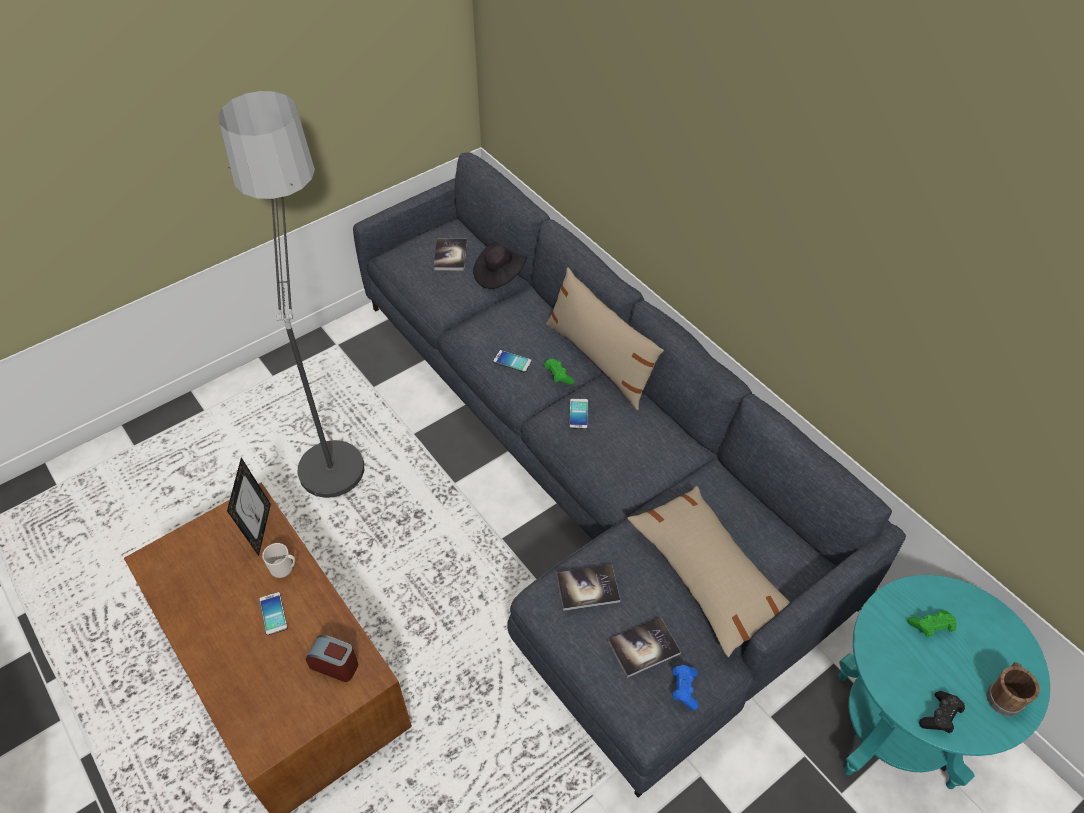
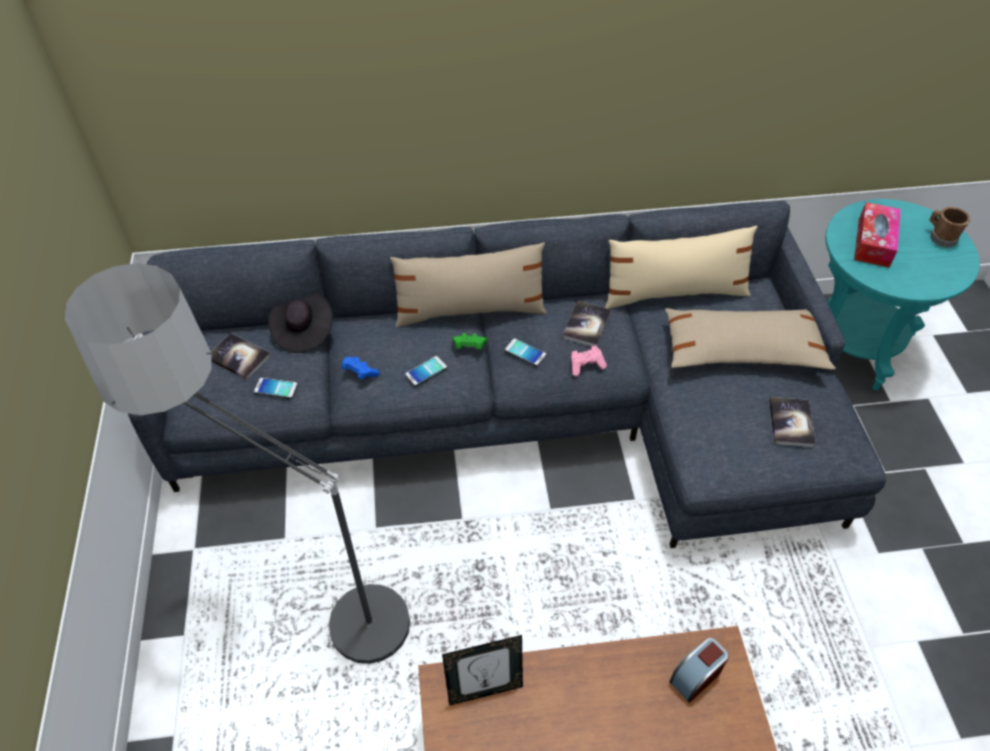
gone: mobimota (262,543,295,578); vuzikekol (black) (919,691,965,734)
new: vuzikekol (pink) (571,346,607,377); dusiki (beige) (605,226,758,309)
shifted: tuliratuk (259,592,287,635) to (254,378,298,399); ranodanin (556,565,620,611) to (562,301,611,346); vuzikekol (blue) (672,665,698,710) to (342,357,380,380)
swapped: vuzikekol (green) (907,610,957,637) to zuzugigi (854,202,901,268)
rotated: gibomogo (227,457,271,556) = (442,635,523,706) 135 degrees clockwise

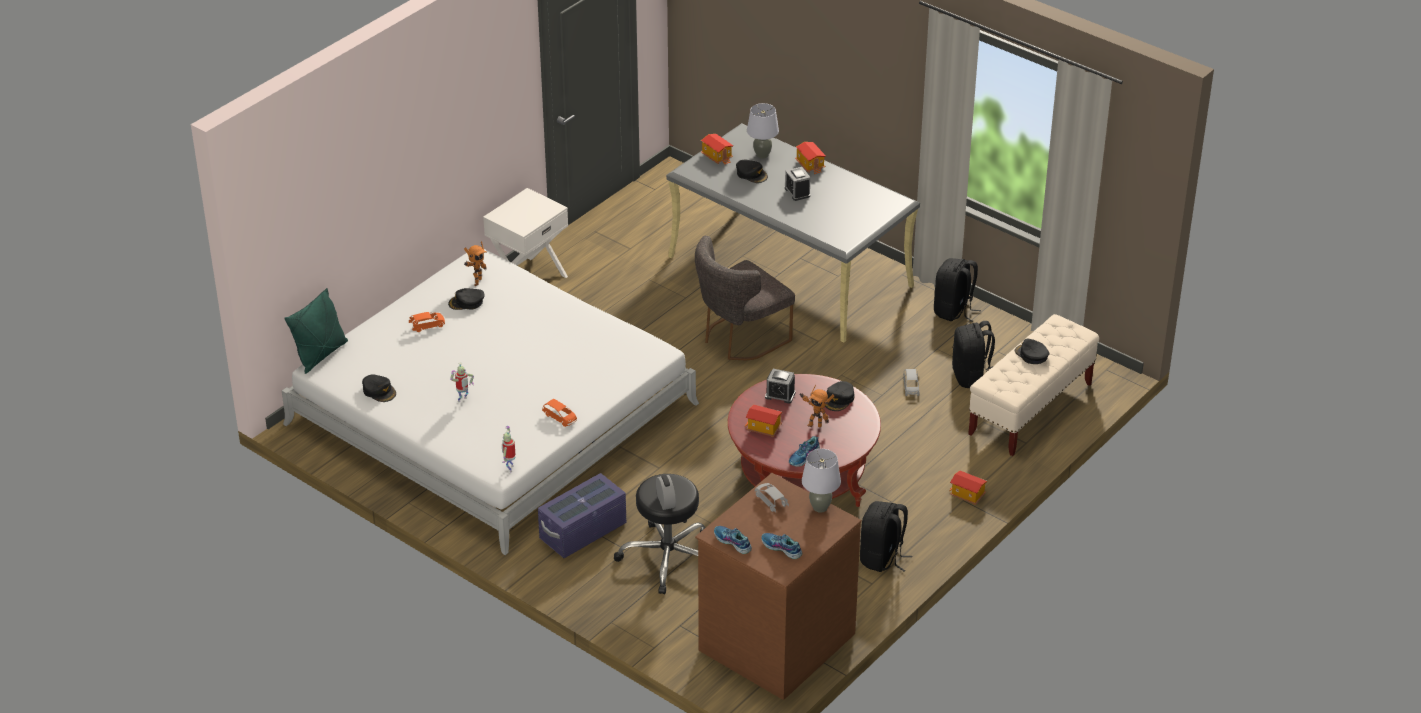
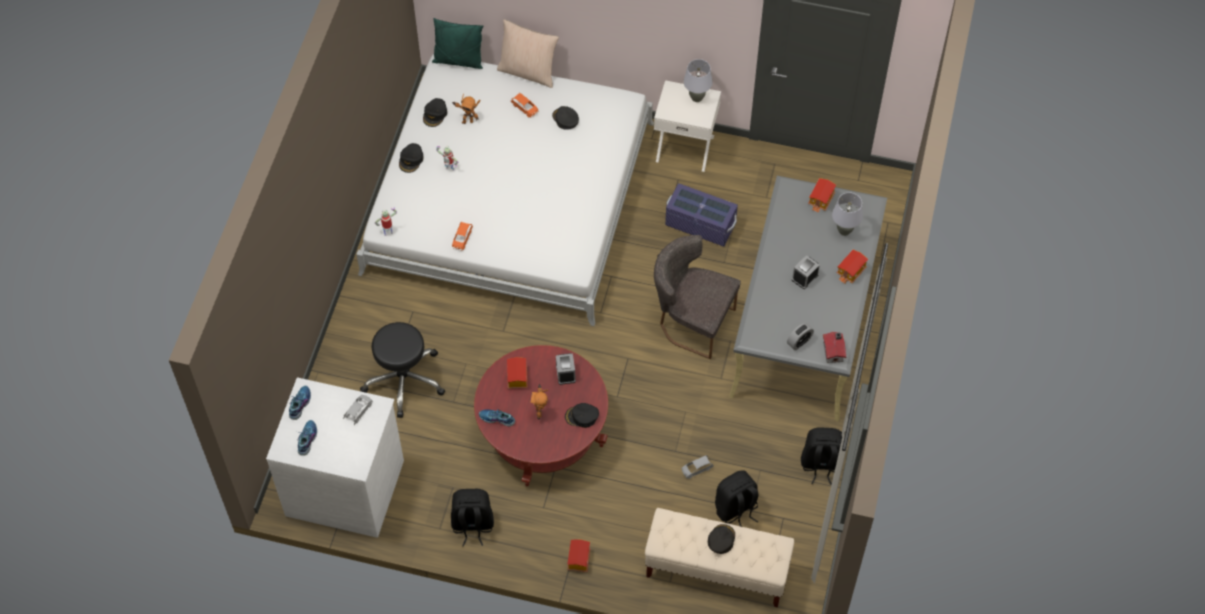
new: dusiki (beige) (497,19,559,88); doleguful (823,332,846,363)
shifted: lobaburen (464,241,487,286) to (452,93,481,124); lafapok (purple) (538,473,626,558) to (665,183,738,247); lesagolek (656,475,676,510) to (787,323,814,350); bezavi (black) (736,159,768,183) to (399,143,423,173); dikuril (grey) (802,449,841,513) to (683,59,713,102)
repainted: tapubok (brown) (695,473,862,700) to tapubok (white) (266,377,404,538)

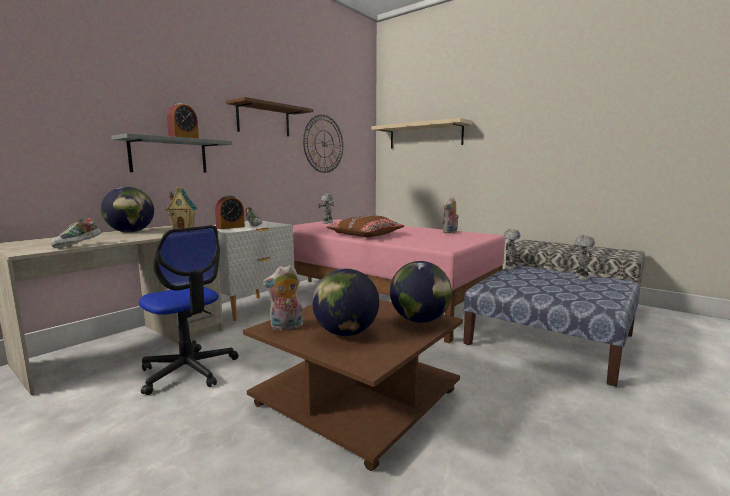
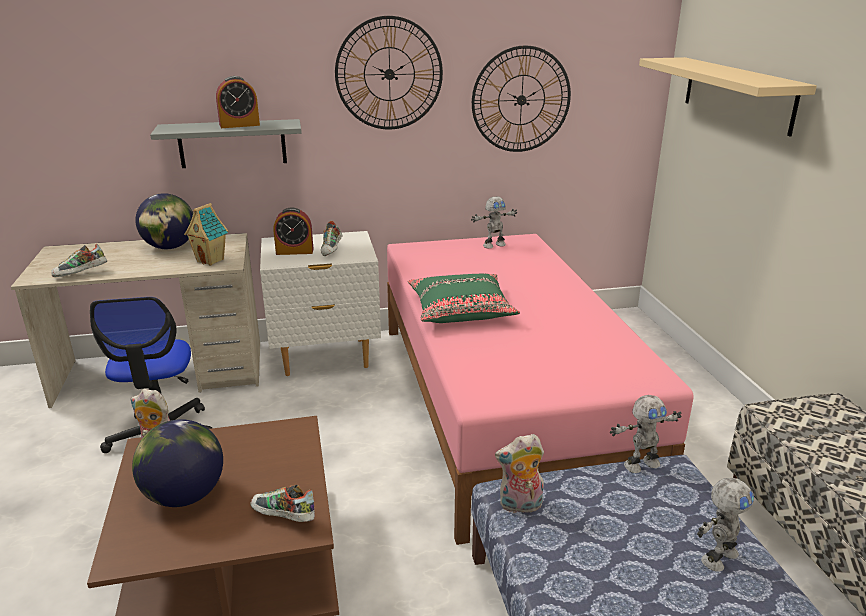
shifted: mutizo (443,197,459,233) to (495,434,544,513)
swapped: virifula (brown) (226,97,313,137) to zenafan (335,16,443,130); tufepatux (390,261,452,323) to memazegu (251,485,315,522)
repainted: dusiki (brown) (327,215,404,237) to dusiki (green) (408,274,520,323)

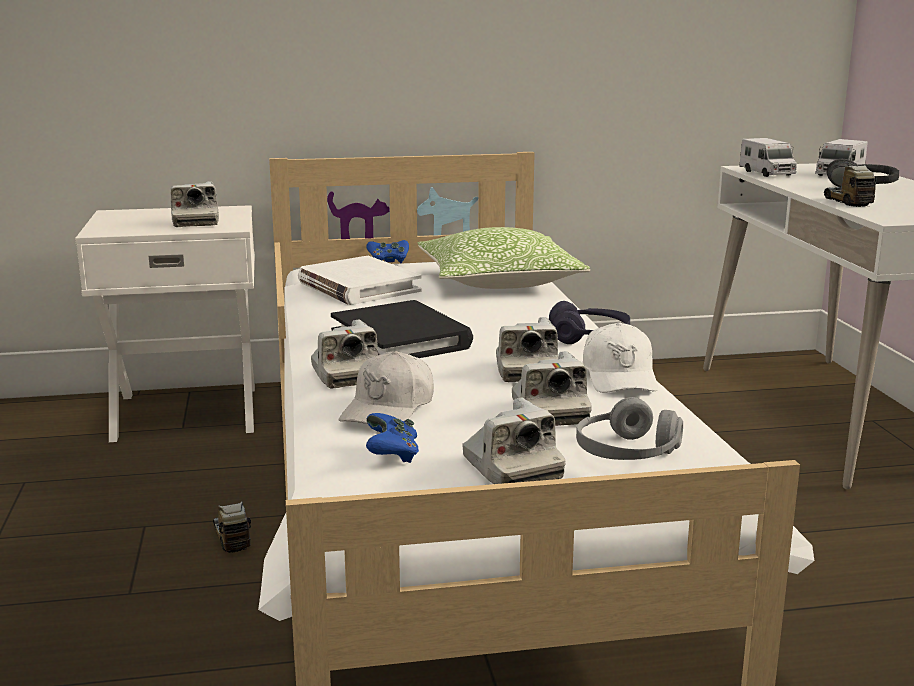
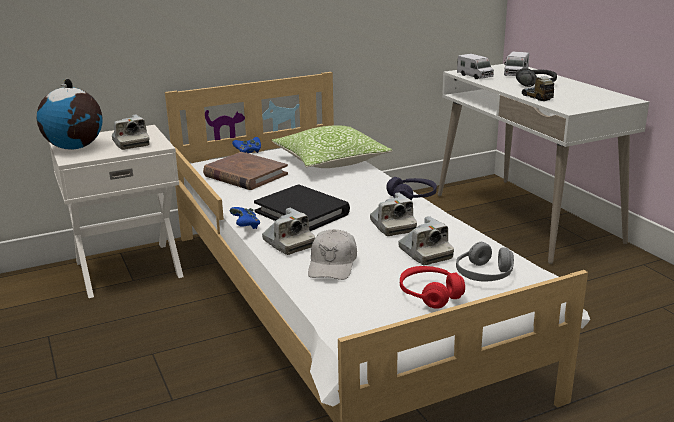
gone: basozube (213,501,251,553); bezavi (white) (583,322,658,393)
new: tufepatux (37,79,103,150)
shifted: vuzikekol (blue) (366,413,419,463) to (230,207,260,229)
swapped: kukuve (462,398,565,484) to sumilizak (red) (400,266,465,309)
repainted: ranodanin (white) (298,256,422,305) to ranodanin (brown) (203,152,288,190)

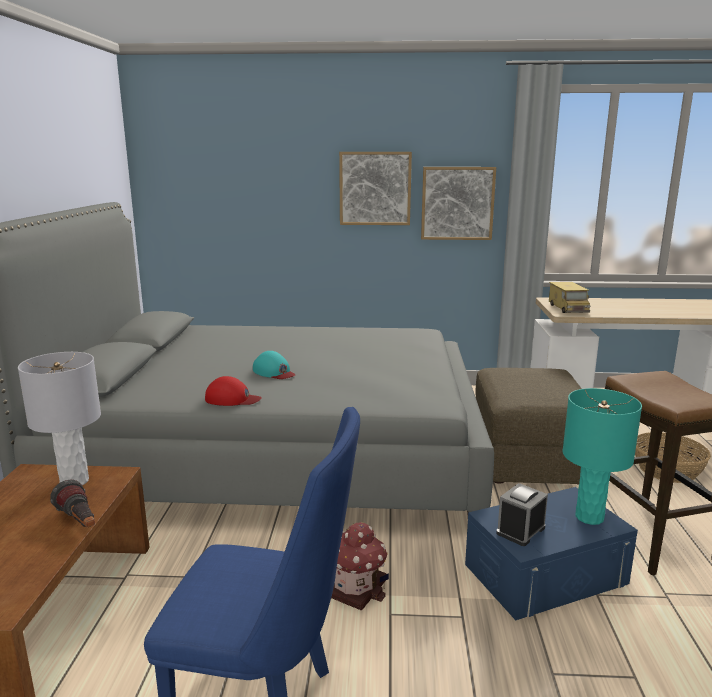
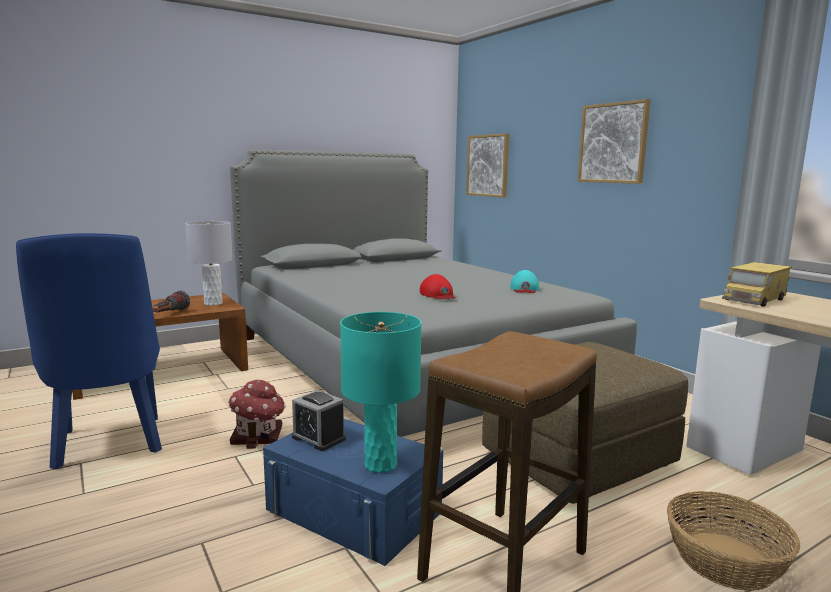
shifted: bezavi (red) (205,376,262,406) to (420,274,456,299); bezavi (turquoise) (253,351,295,379) to (510,270,539,293); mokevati (421,167,496,240) to (466,134,509,198)
rotated: lesagolek (496,483,548,546) = (292,390,346,451) 150 degrees counterclockwise

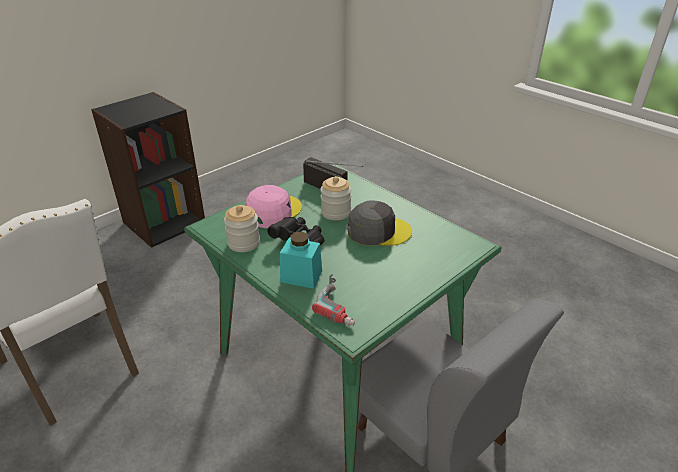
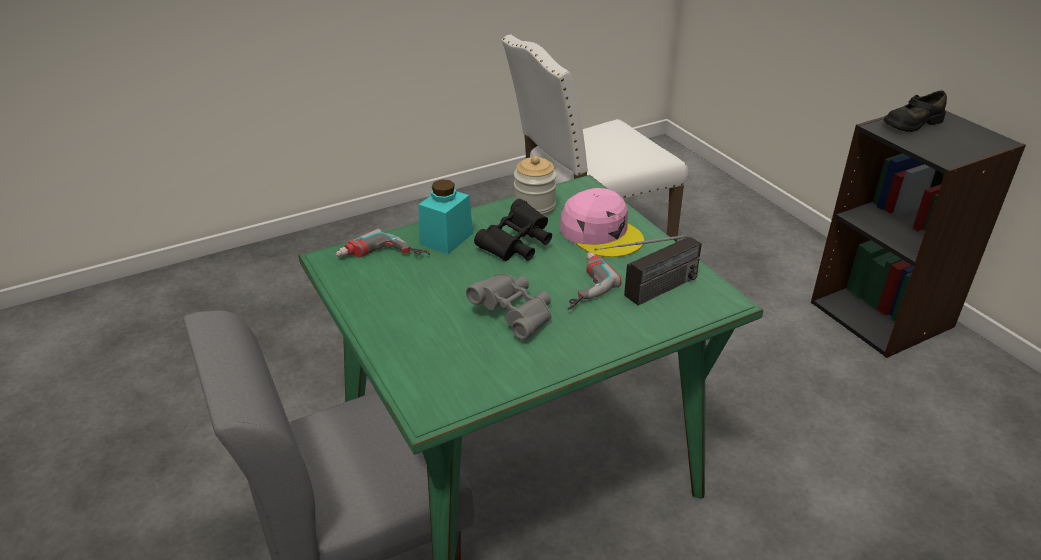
new: memazegu (black) (884,90,947,132)
swapped: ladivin (320,176,351,220) to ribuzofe (567,252,621,310); bezavi (grey) (348,200,412,246) to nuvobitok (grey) (466,274,551,340)

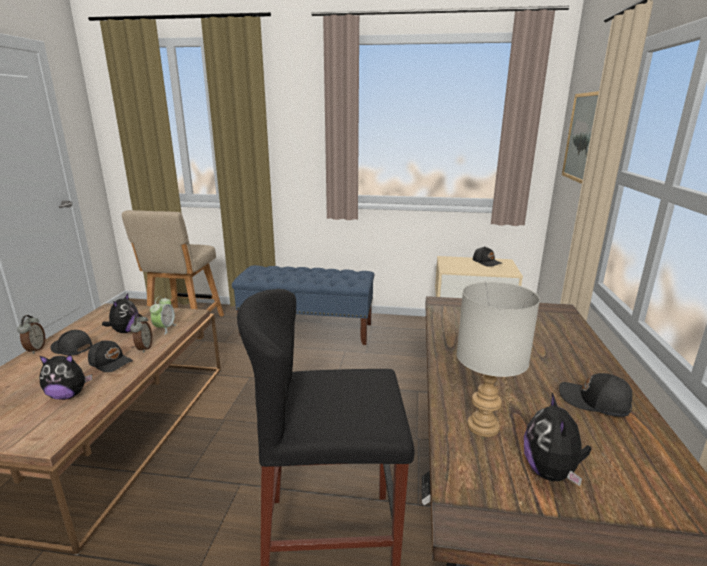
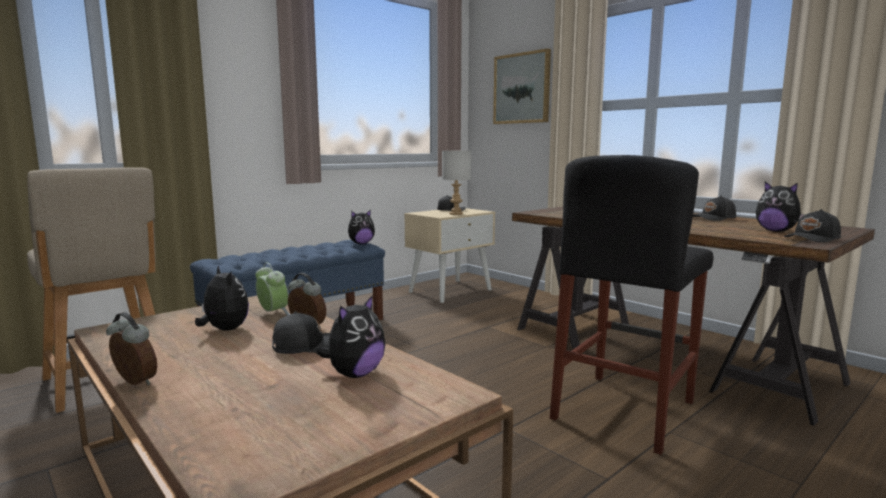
new: mutizo (348,210,375,244)
shifted: bezavi (black) (50,330,92,355) to (784,209,841,243); dikuril (grey) (457,281,540,437) to (442,151,471,215)

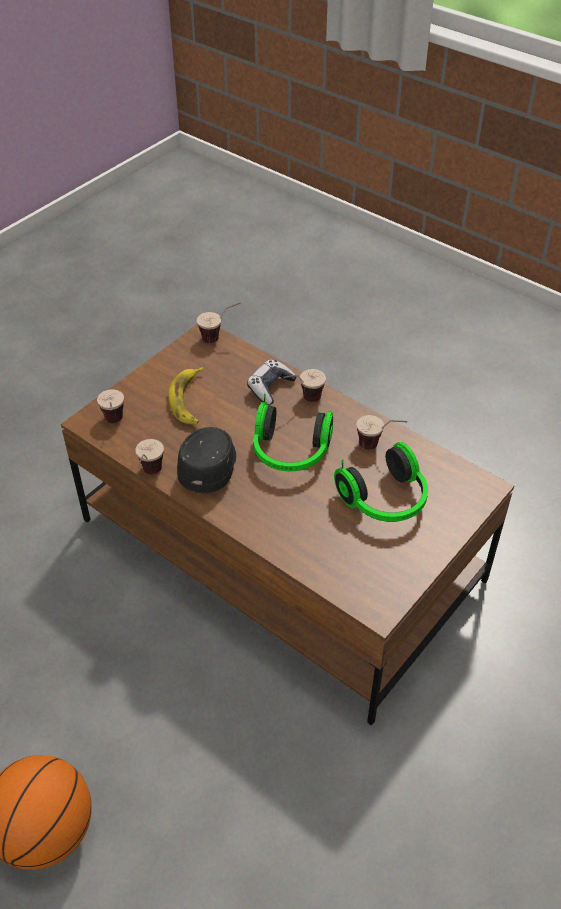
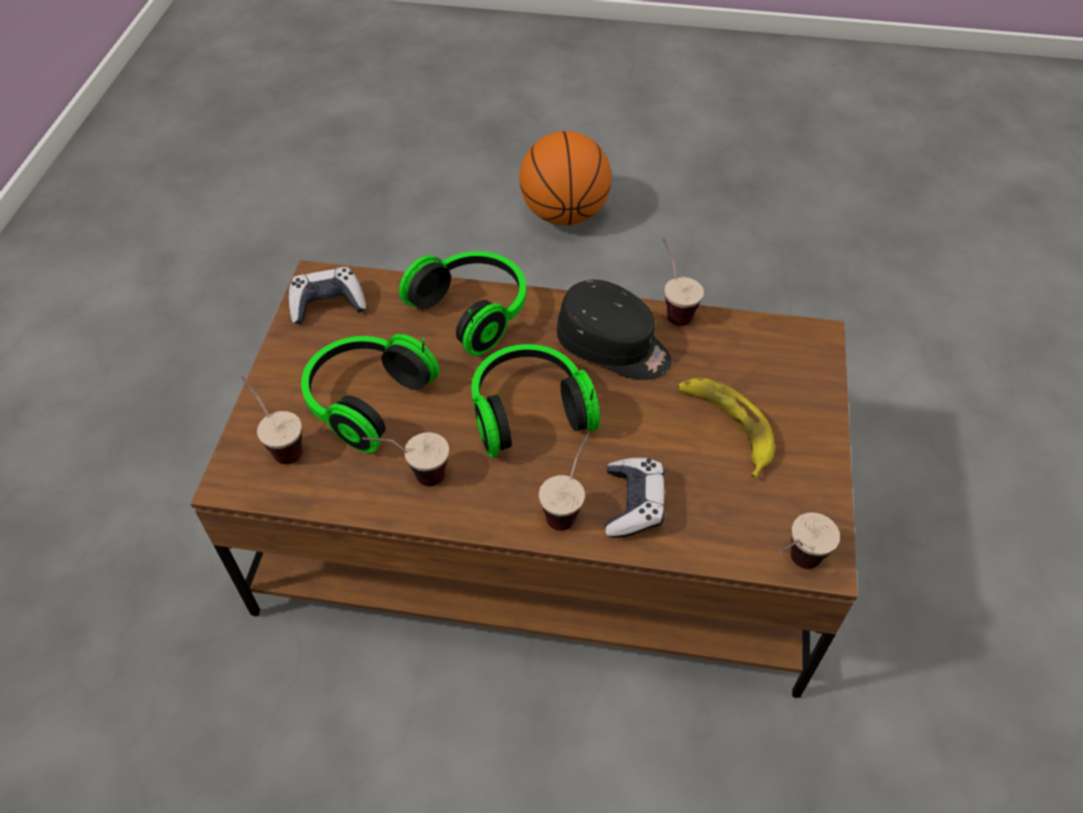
new: vuzikekol (289,267,366,324); sumilizak (399,251,526,356)
shifted: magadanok (97,390,124,423) to (241,376,302,464)
rotated: bezavi (black) (177,427,236,493) = (557,279,672,380) 45 degrees counterclockwise

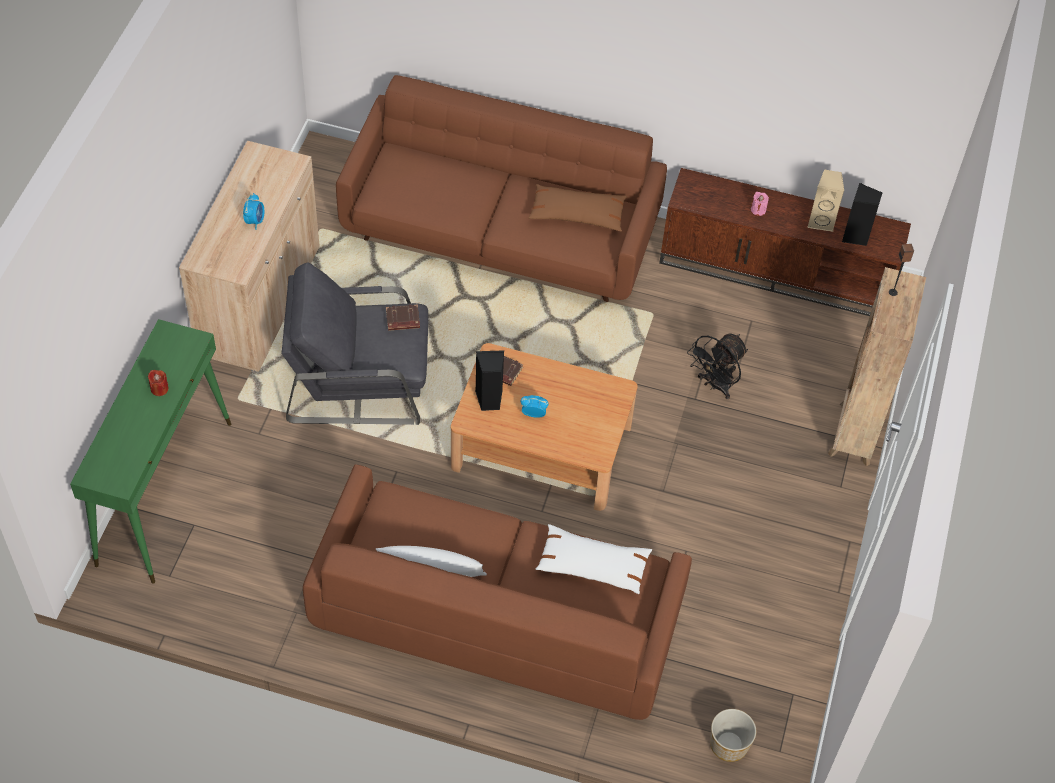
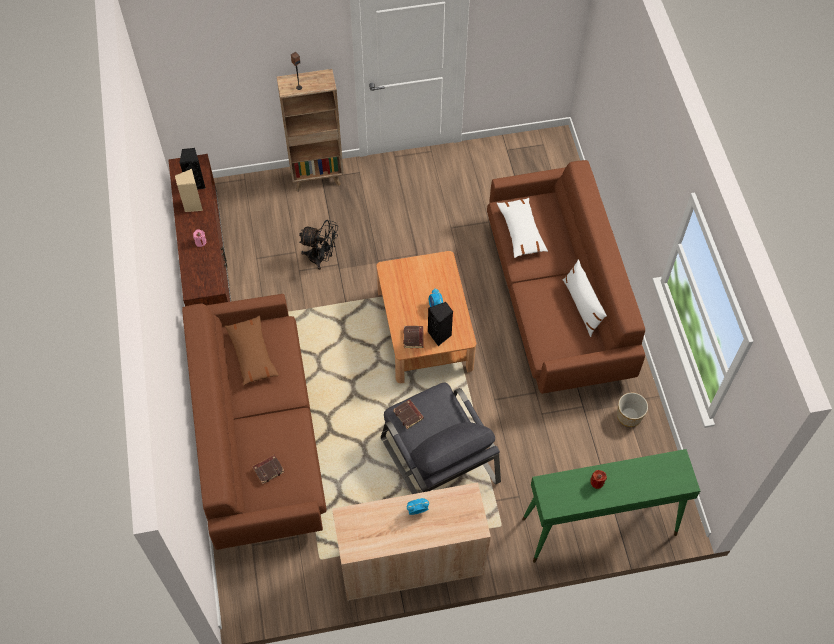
new: ranodanin (brown) (253,455,284,484)
shifted: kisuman (710,709,756,762) to (617,393,648,427)

